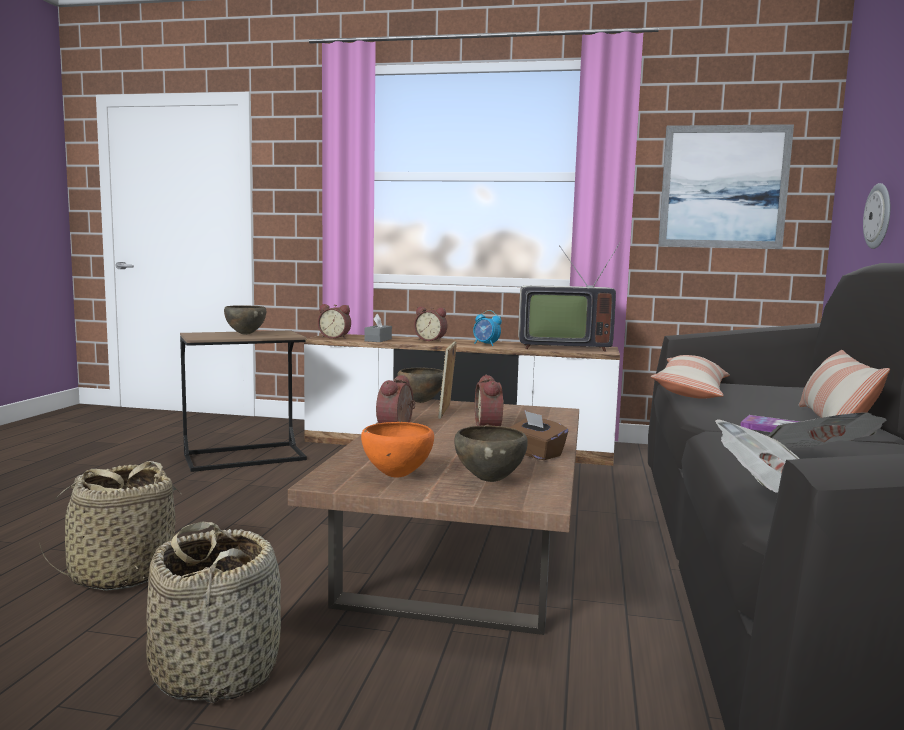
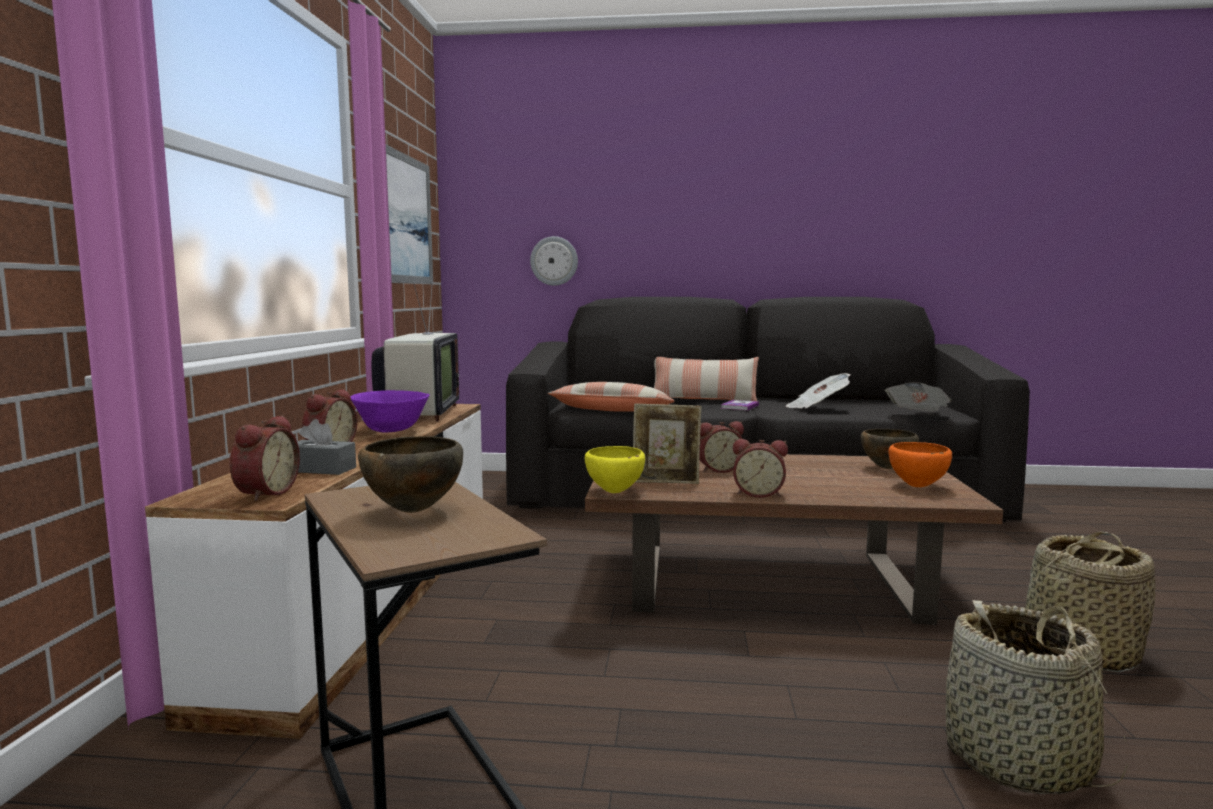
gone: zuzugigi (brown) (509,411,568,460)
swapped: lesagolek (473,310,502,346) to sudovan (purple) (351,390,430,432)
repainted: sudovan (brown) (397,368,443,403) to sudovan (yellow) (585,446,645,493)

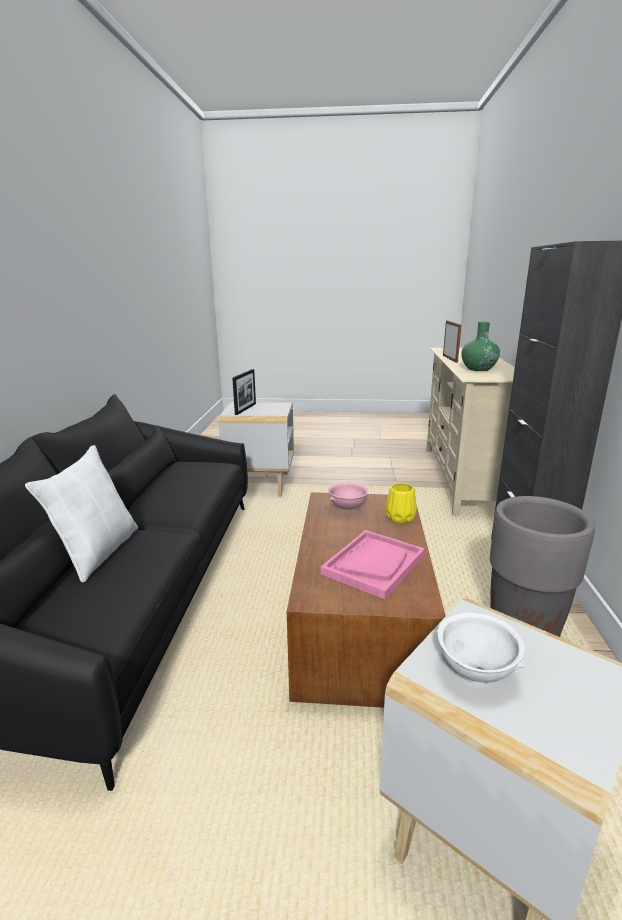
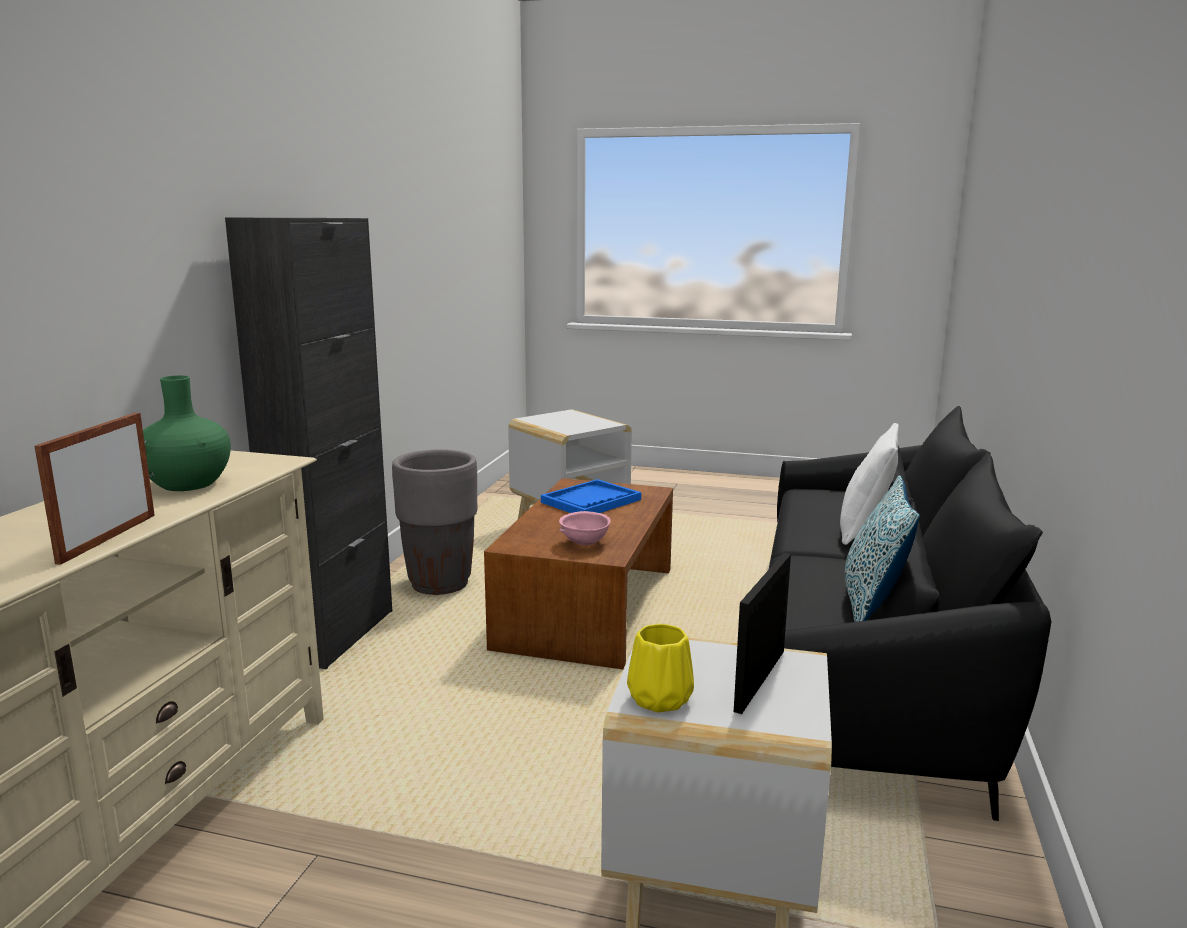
gone: sudovan (white) (437,613,526,683)
new: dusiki (845,476,920,622)
shifted: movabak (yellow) (385,483,417,524) to (627,624,694,712)
repainted: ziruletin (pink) (321,530,425,599) to ziruletin (blue) (541,479,641,513)

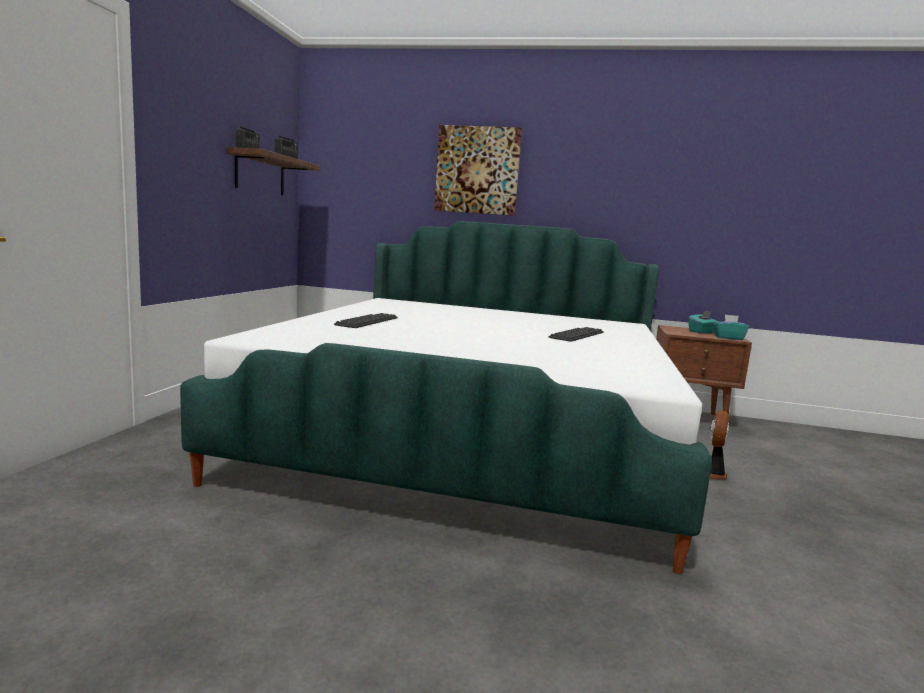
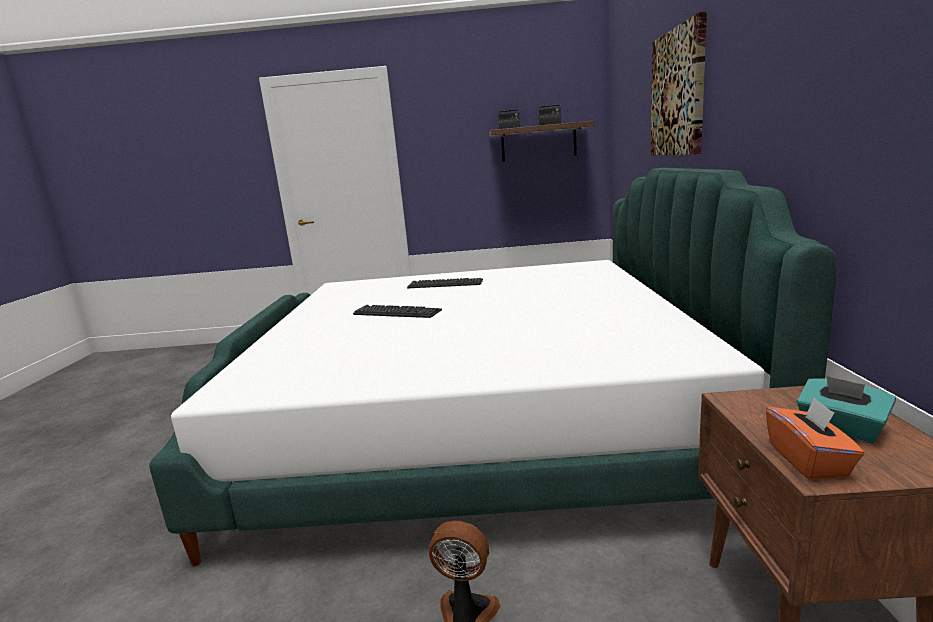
shifted: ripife (549,327,604,342) to (353,305,442,318)
repainted: zuzugigi (turquoise) (713,315,749,340) to zuzugigi (orange) (766,397,864,480)

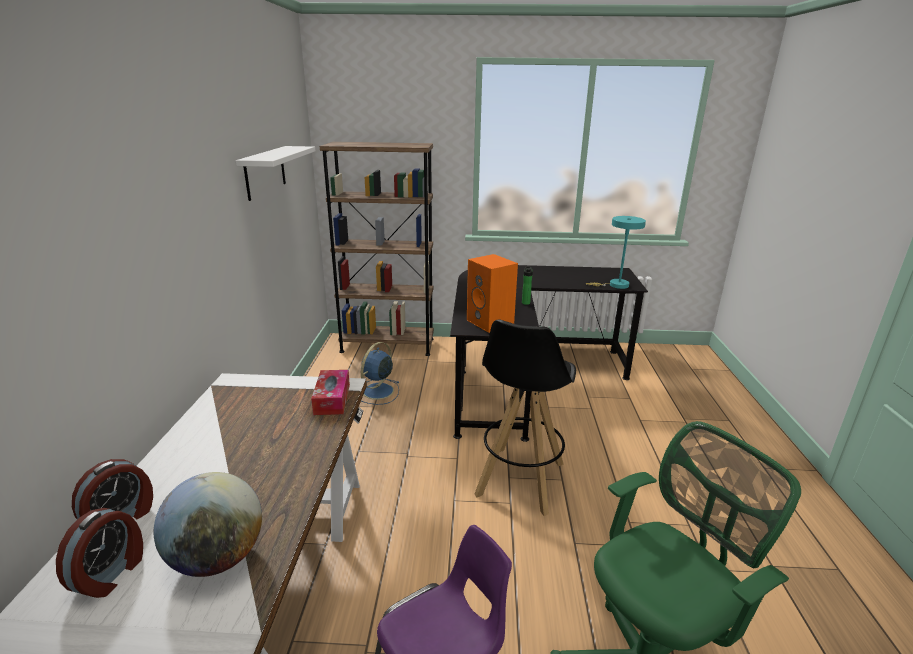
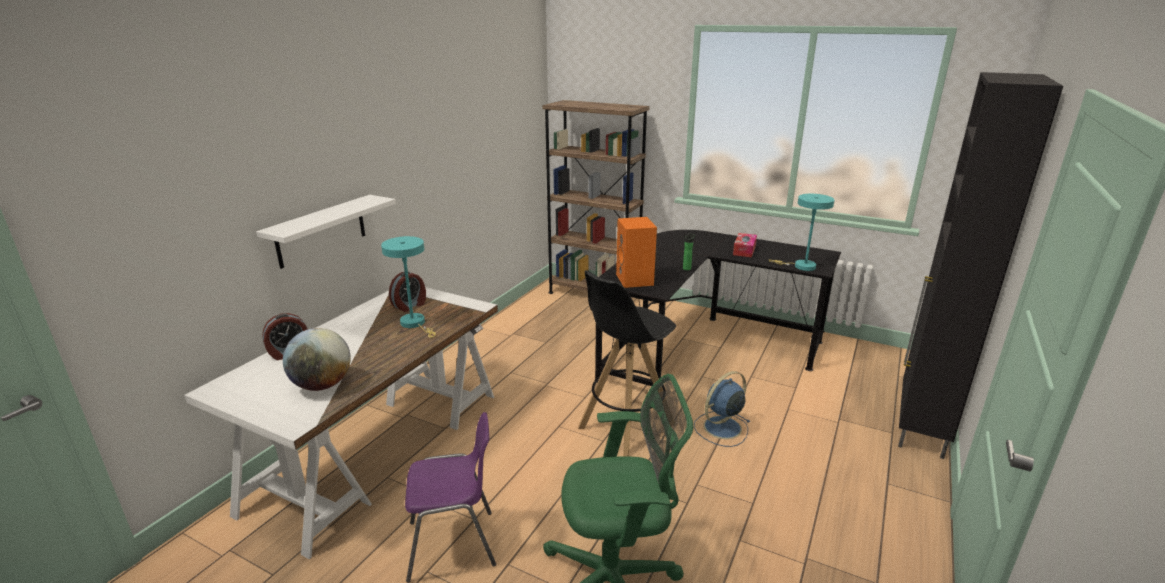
new: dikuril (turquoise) (381,236,436,338); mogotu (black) (898,72,1063,459)
shifted: lesagolek (56,508,143,598) to (389,271,426,312); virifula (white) (236,146,315,201) to (256,195,396,269); zuzugigi (311,370,350,415) to (733,233,757,258); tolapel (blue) (361,342,399,405) to (694,371,750,447)

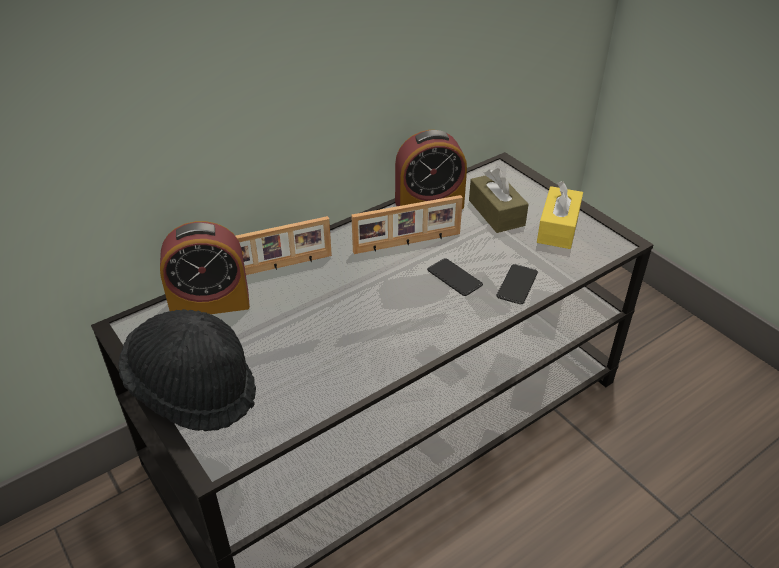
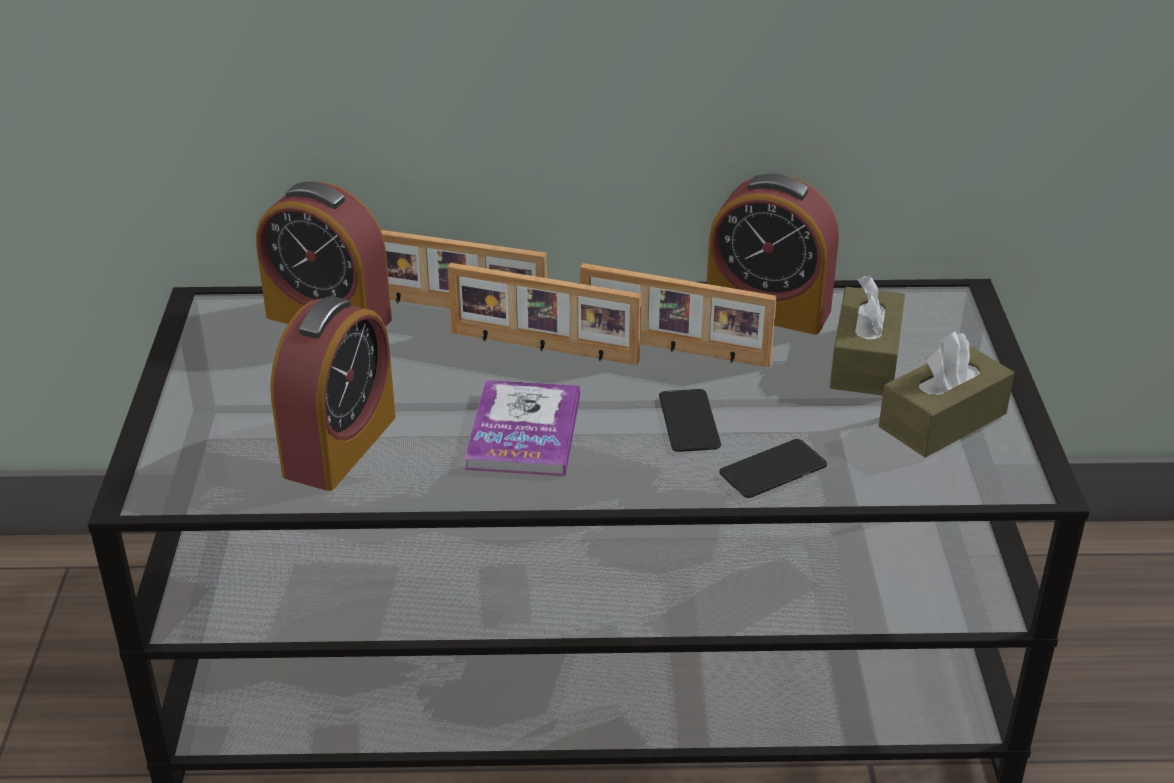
gone: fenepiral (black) (118,309,256,431)
new: lesagolek (270,296,396,491); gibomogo (448,263,641,365); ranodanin (464,380,580,476)
repainted: zuzugigi (yellow) (537,181,583,249) to zuzugigi (brown) (879,331,1014,457)

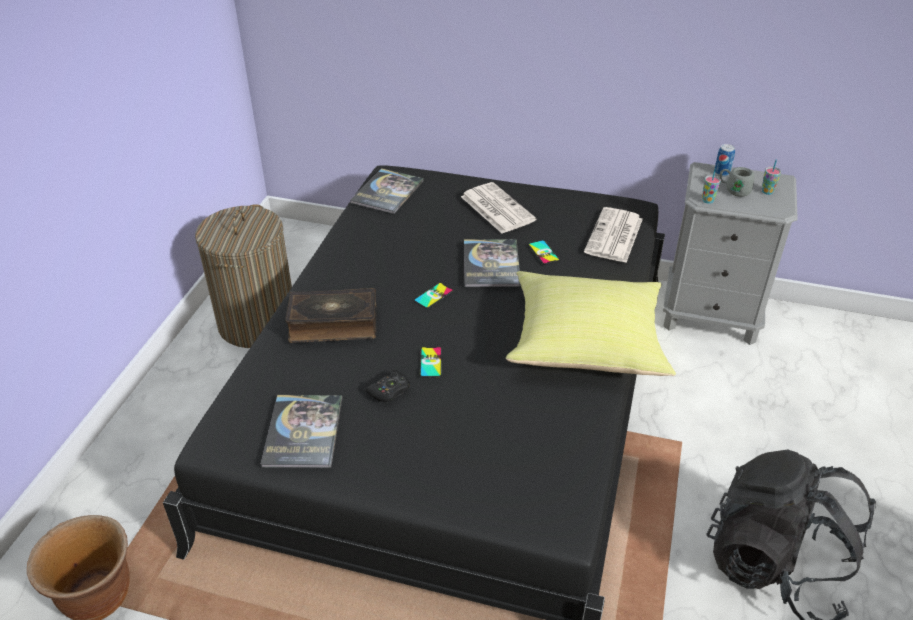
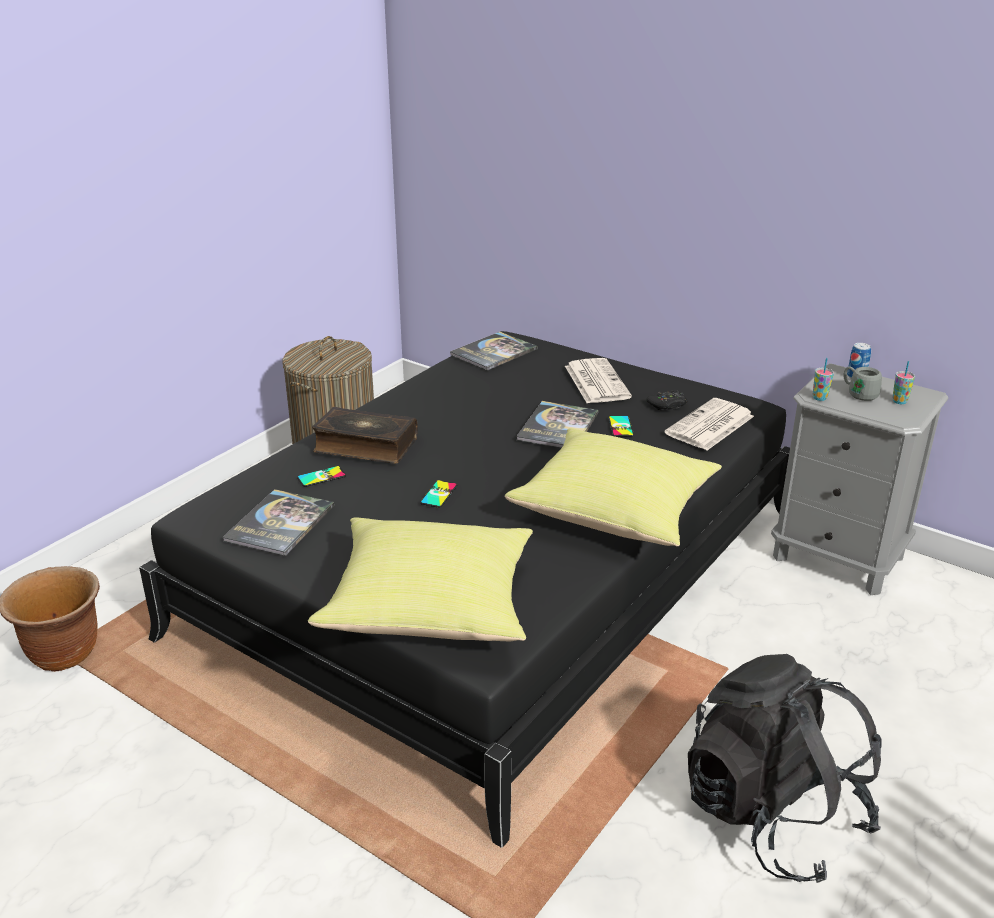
new: dusiki (yellow) (308,517,533,641)
shifted: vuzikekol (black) (365,370,410,402) to (646,390,688,411); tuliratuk (414,283,453,309) to (297,466,346,487)

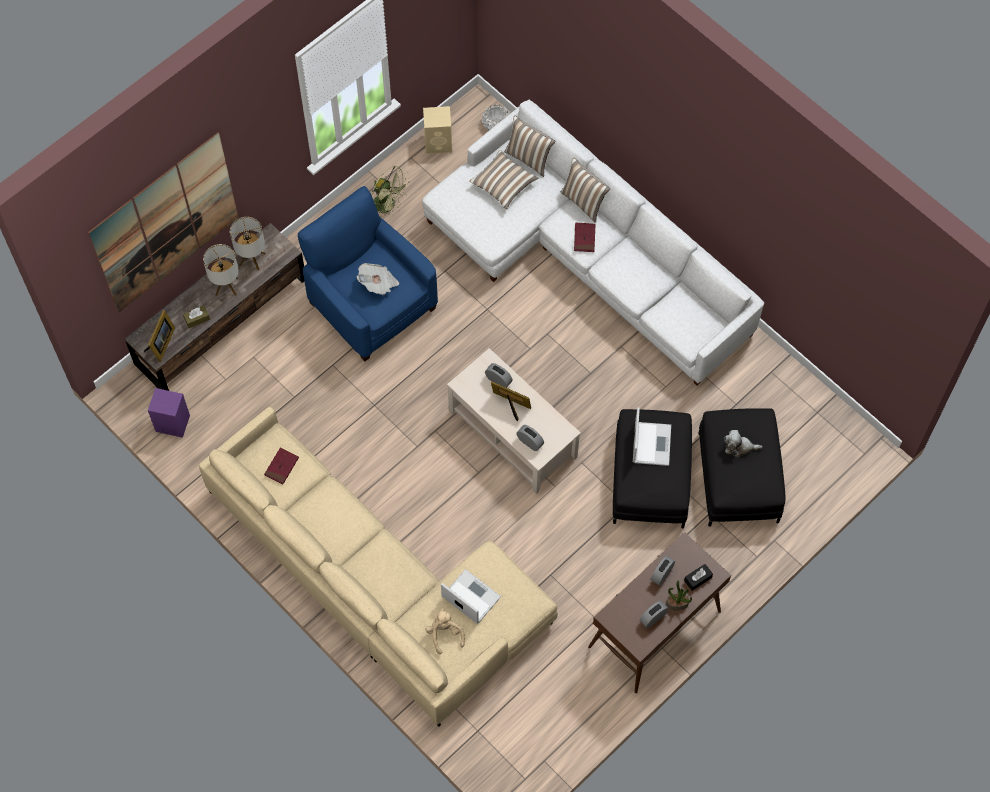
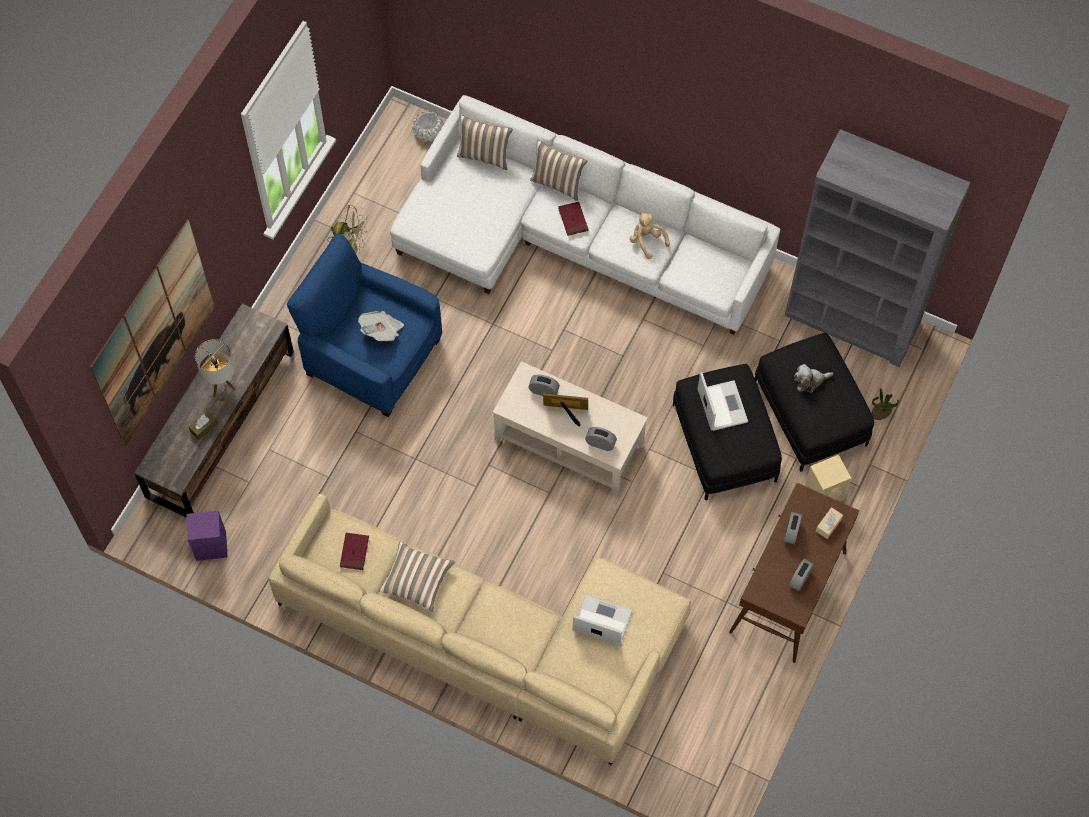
gone: gibomogo (144,310,175,362); dikuril (230,217,266,271)
new: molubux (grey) (785,129,971,367)
shifted: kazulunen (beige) (423,106,452,154) to (805,455,851,502); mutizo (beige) (425,608,465,654) to (630,212,670,259); dusiki (469,150,538,209) to (378,541,455,612); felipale (666,580,692,611) to (871,388,899,420)
repainted: zuzugigi (black) (684,564,713,591) to zuzugigi (beige) (816,507,843,539)

